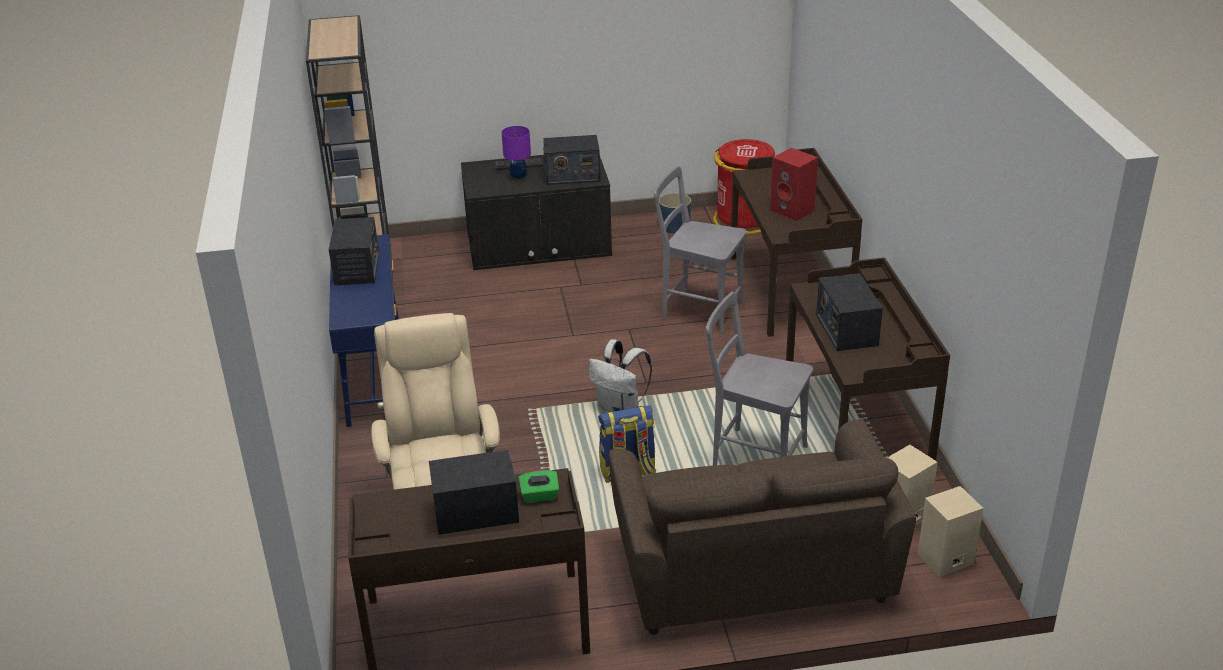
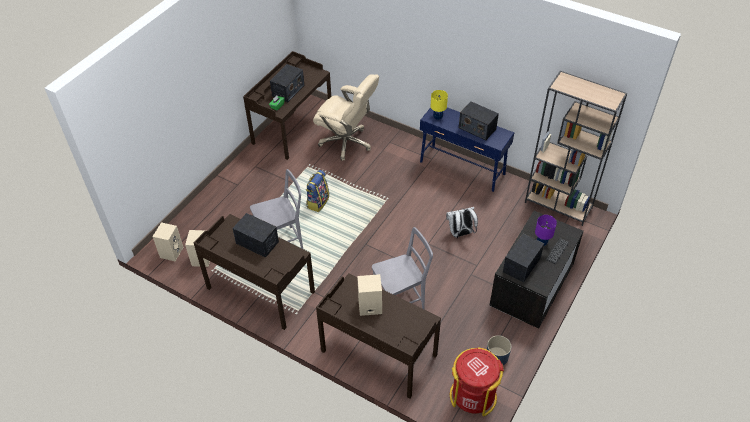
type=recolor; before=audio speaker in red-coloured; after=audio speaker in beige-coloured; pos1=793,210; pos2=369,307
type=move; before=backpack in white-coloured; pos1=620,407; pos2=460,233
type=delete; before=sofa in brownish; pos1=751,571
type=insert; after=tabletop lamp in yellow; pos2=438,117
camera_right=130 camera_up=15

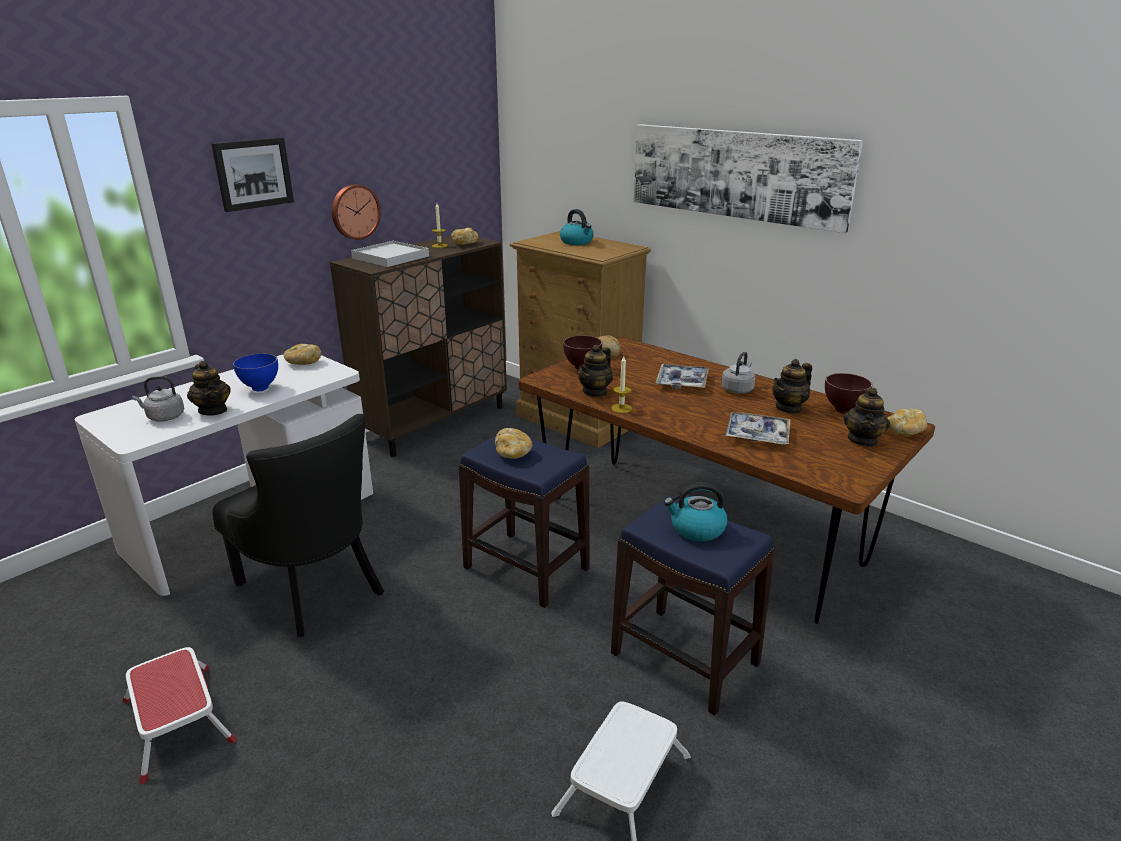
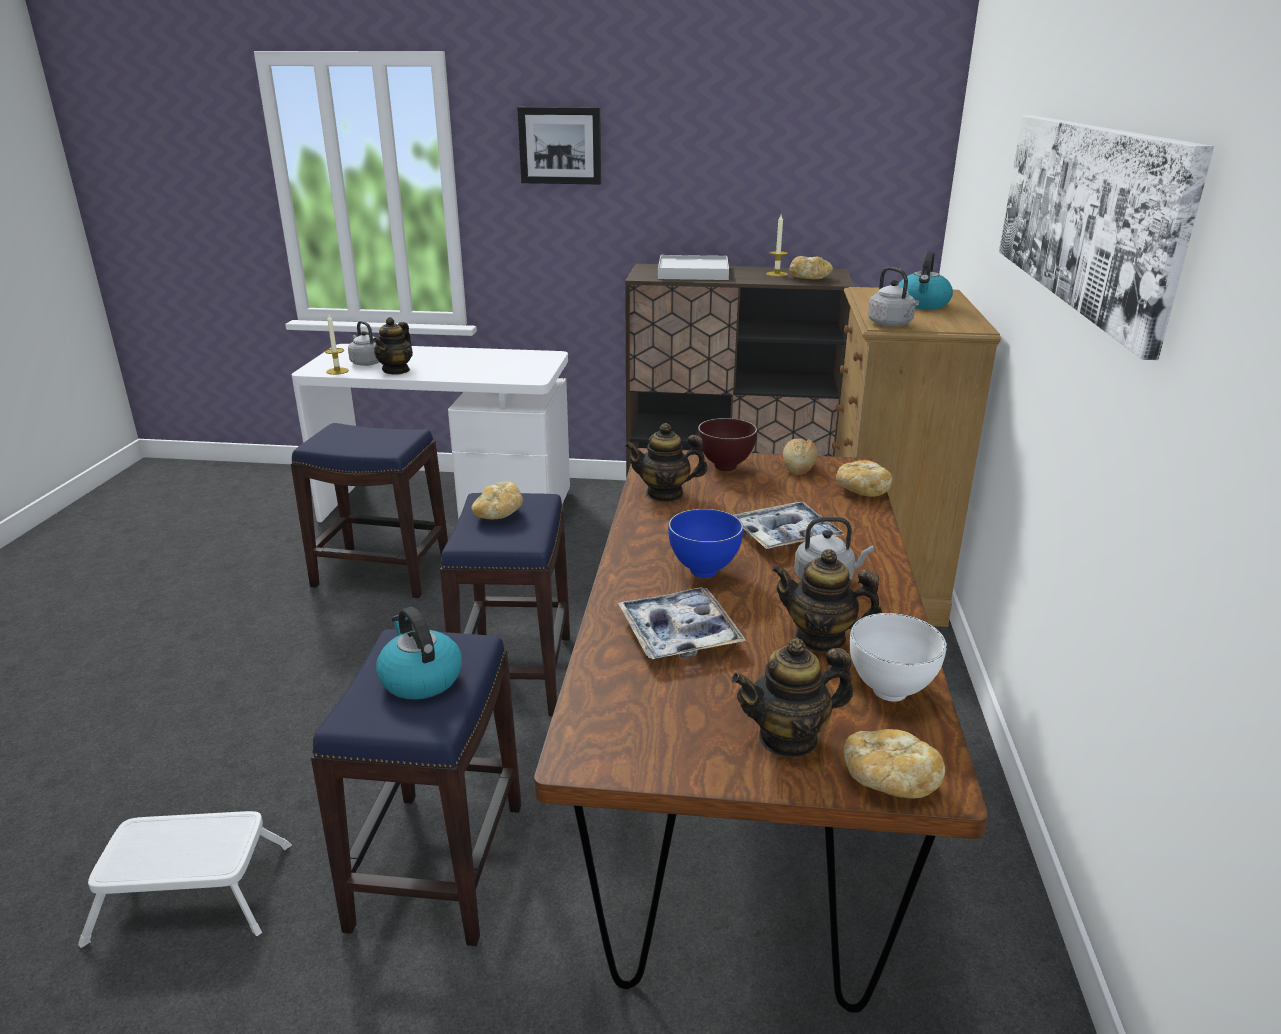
type=delete; before=wall clock; pos1=354,212
type=move; before=bread; pos1=303,363; pos2=861,491
type=move; before=bowl in blue; pos1=260,388; pos2=704,571
type=move; before=wax candle; pos1=621,408; pos2=337,371
type=recolor; before=bowl in brownish; after=bowl in white-coloured; pos1=842,411; pos2=887,692
type=replace; before=plain chair in black-coloured; after=stool; pos1=311,586; pos2=381,573
type=delete; before=step stool in red-coloured; pos1=178,720
type=insert; after=kettle in grey; pos2=891,324
camera_right=55 camera_up=0

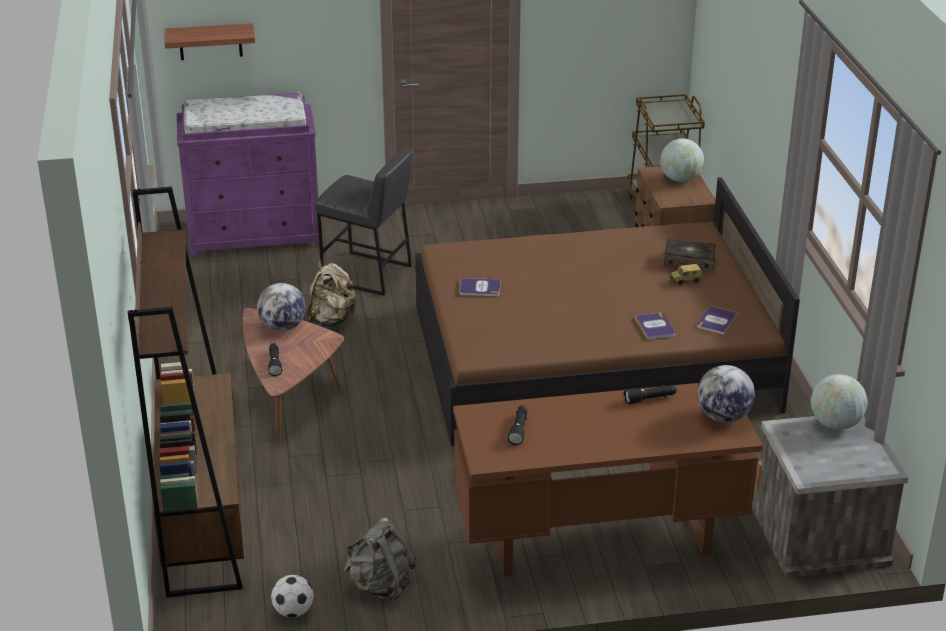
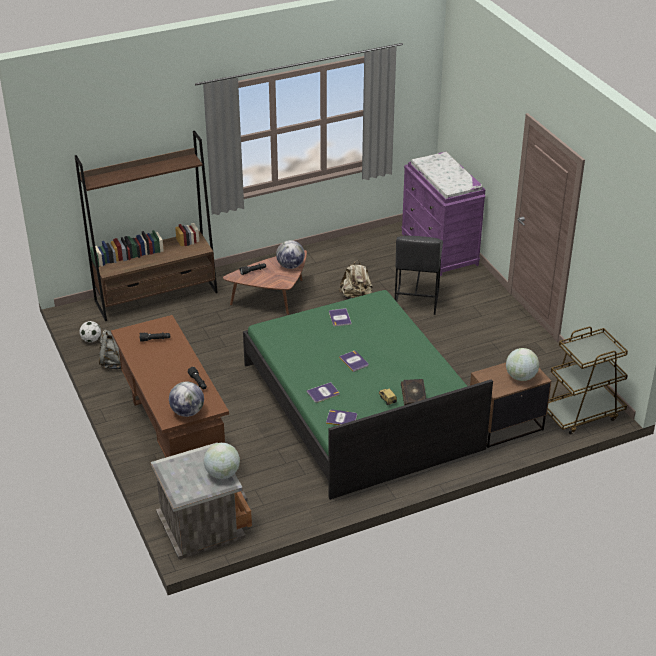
type=delete; before=shelf; pos1=210,41
type=recolor; before=bed in brownish; after=bed in green-coloured; pos1=592,357; pos2=361,405
type=insert; after=bound book; pos2=354,361
camera_right=75 camera_up=5

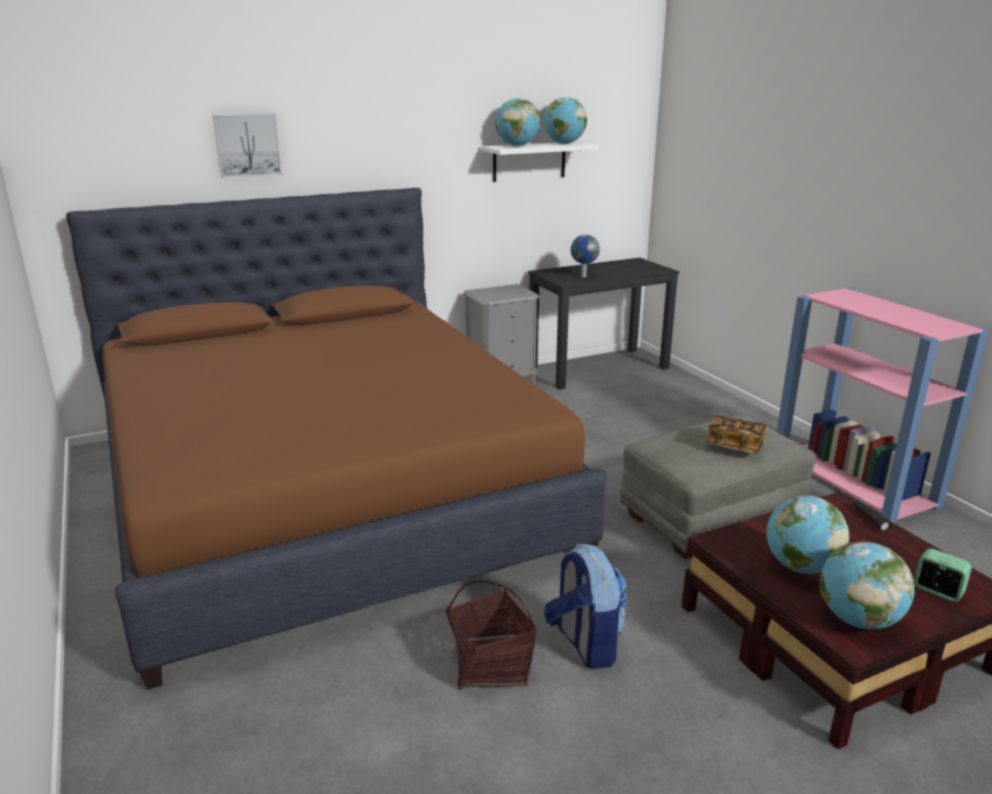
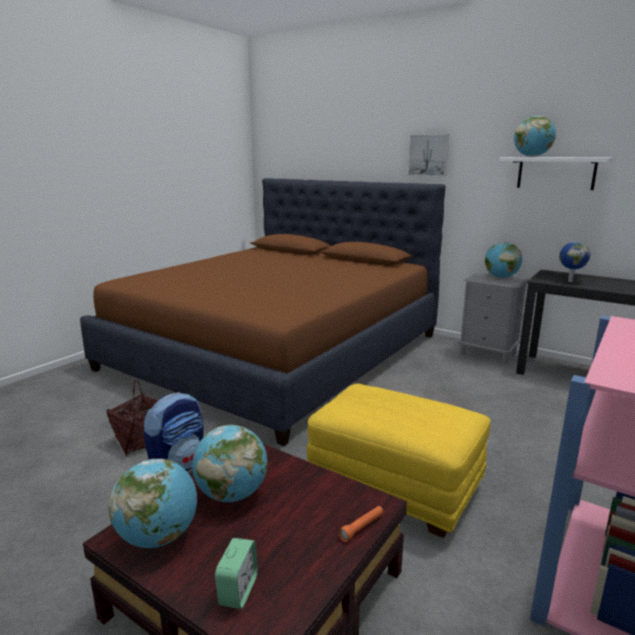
type=move; before=world globe; pos1=564,144; pos2=501,277
type=move; before=wall art; pos1=247,145; pos2=429,155
type=recolor; before=ottoman in grey; after=ottoman in yellow; pos1=710,518; pos2=395,485
type=delete; before=bound book; pos1=734,446
type=recolor; before=hand torch in black-coloured; after=hand torch in orangey; pos1=869,519; pos2=362,527
camera_right=60 camera_up=-5

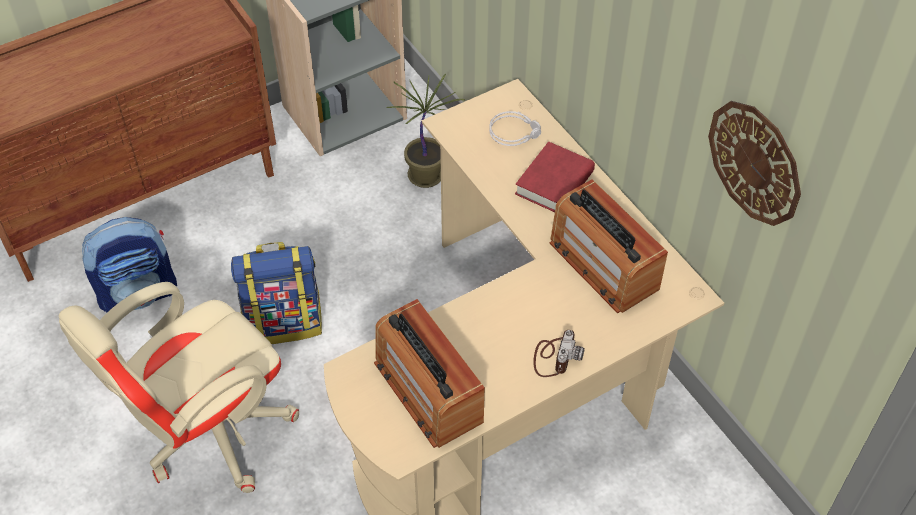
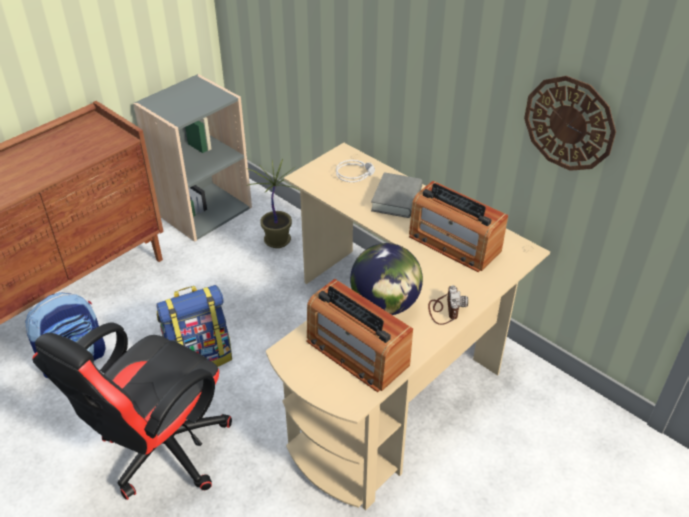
type=recolor; before=bound book in red-coloured; after=bound book in grey; pos1=554,183; pos2=396,199
type=recolor; before=computer chair in beige-coloured; after=computer chair in black-coloured; pos1=206,437; pos2=159,455
type=insert; after=world globe; pos2=385,305
camera_right=-15 camera_up=-10

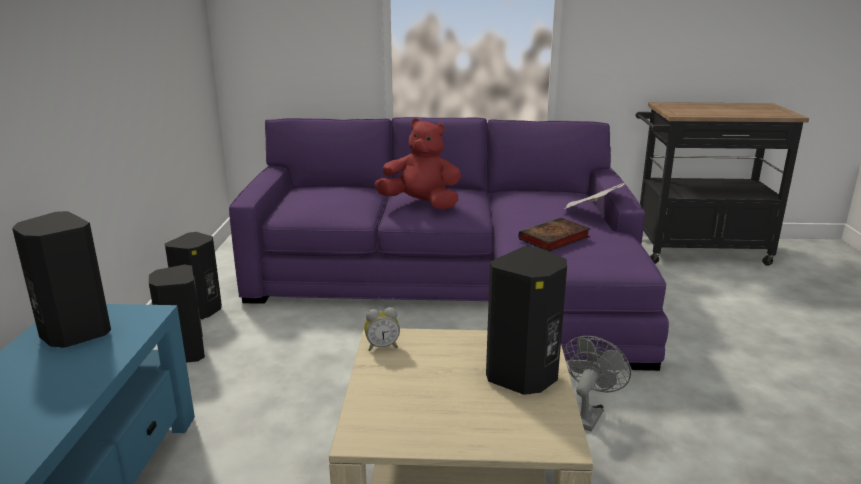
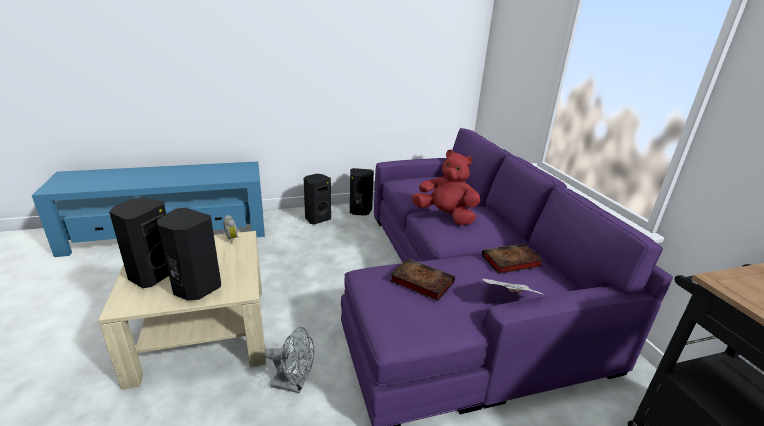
type=rotate; before=plush toy in red-coloured; pos1=421,204; pos2=445,216; turn=-60
type=move; before=audio speaker in black-coloured; pos1=73,334; pos2=152,275
type=insert; after=bound book; pos2=510,261
camera_right=70 camera_up=5

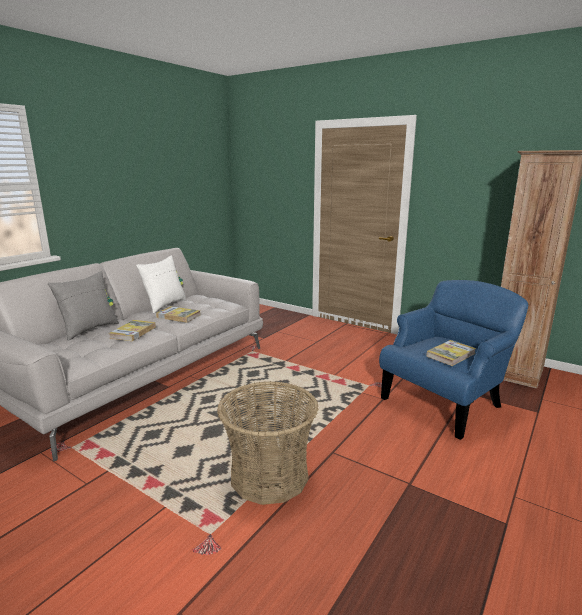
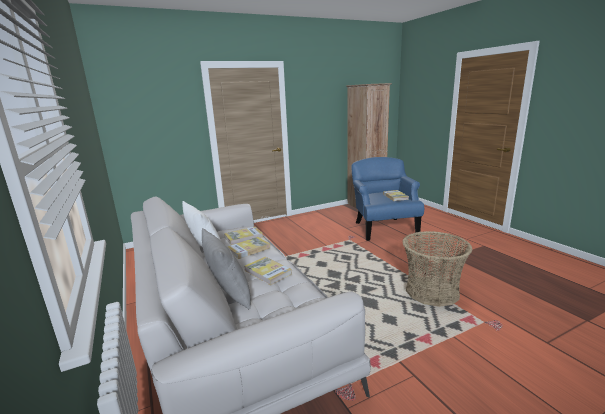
type=insert; after=bound book; pos2=243,237
camera_right=-60 camera_up=0

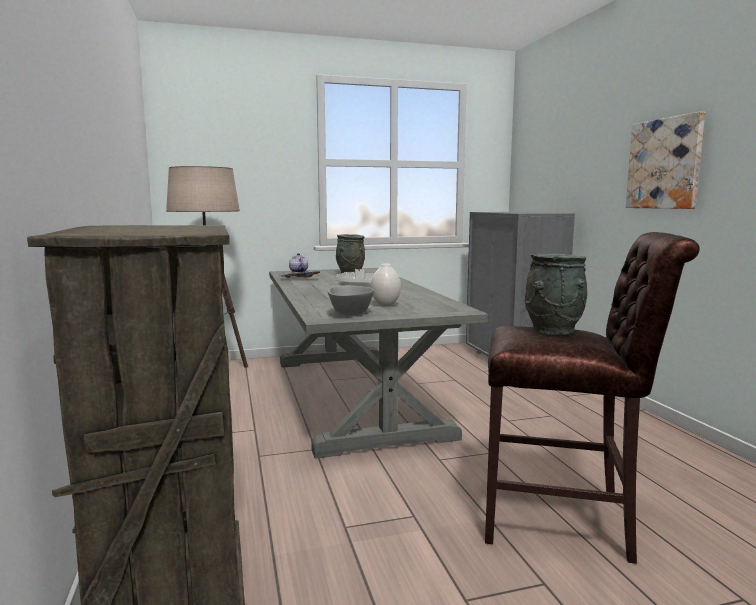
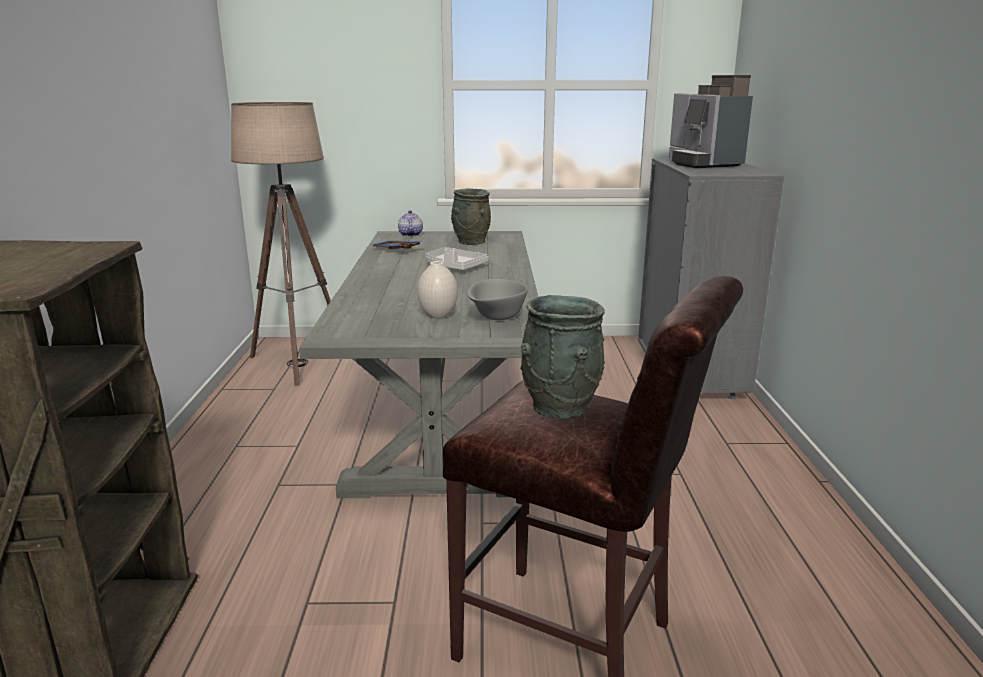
type=delete; before=wall art; pos1=664,164
type=move; before=bowl in grey; pos1=349,314; pos2=495,318
type=insert; after=coffee maker; pos2=702,164
camera_right=15 camera_up=10

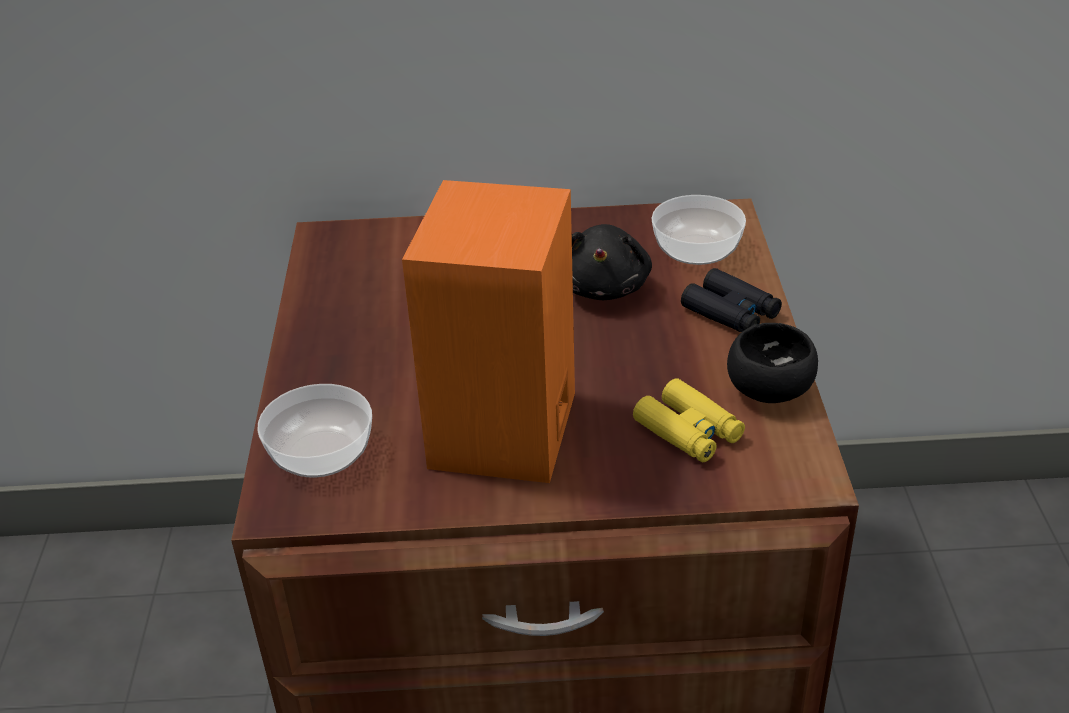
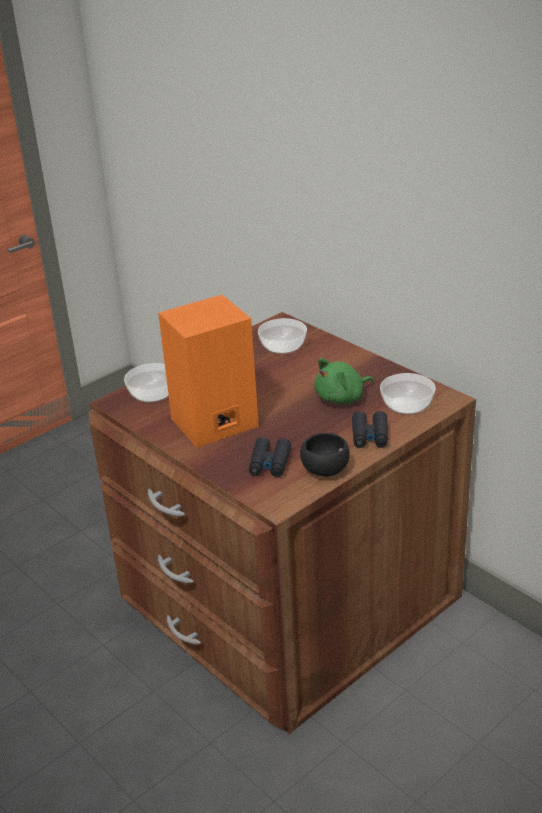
type=recolor; before=plush toy in black-coloured; after=plush toy in green-coloured; pos1=606,287; pos2=342,398
type=recolor; before=pair of binoculars in yellow; after=pair of binoculars in black-coloured; pos1=689,431; pos2=270,463
type=insert; after=bowl; pos2=283,346
camera_right=50 camera_up=-5

